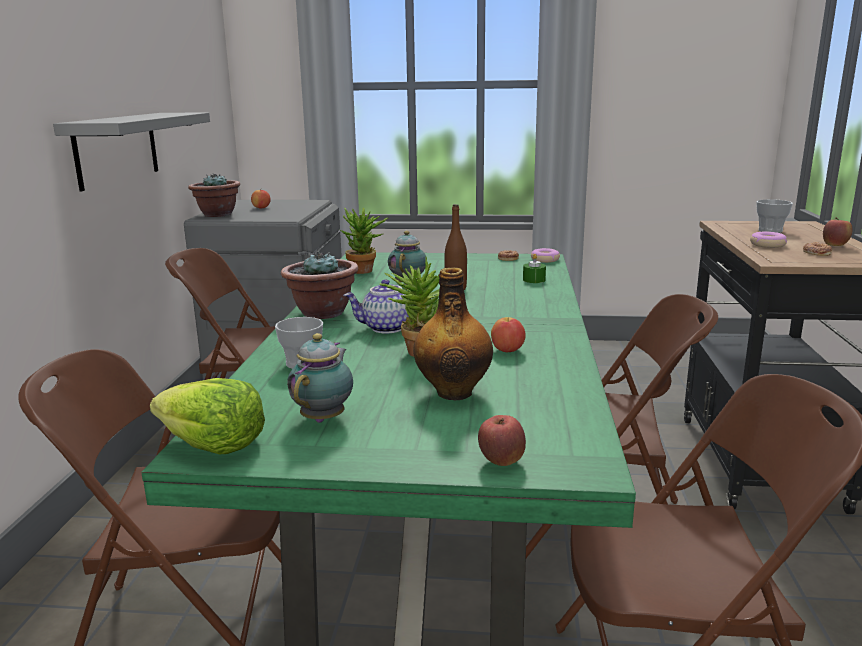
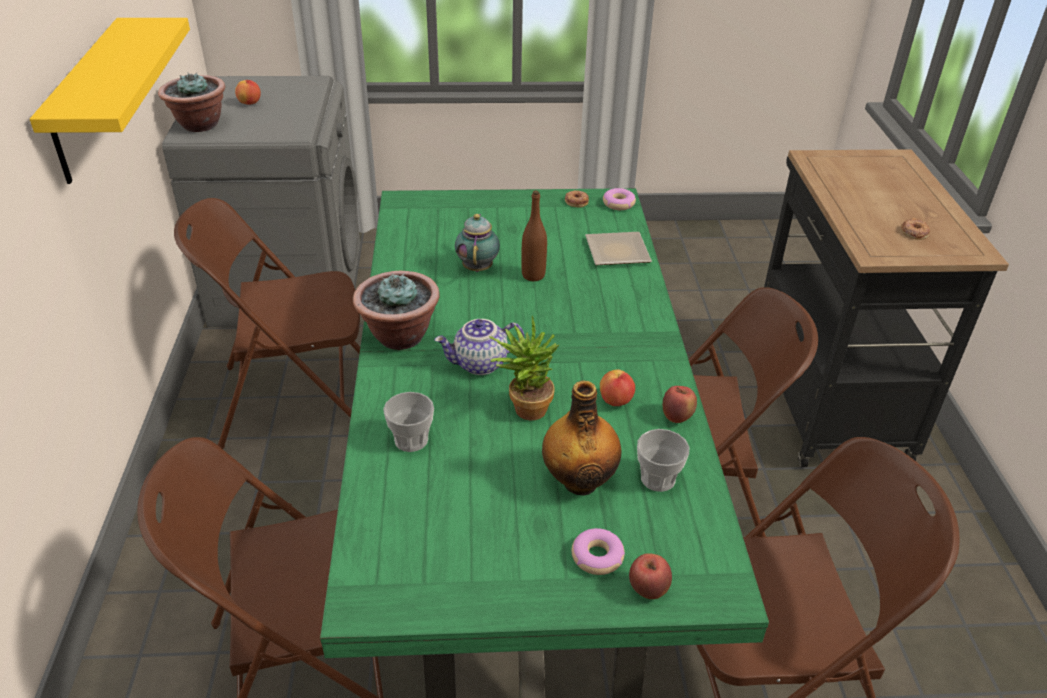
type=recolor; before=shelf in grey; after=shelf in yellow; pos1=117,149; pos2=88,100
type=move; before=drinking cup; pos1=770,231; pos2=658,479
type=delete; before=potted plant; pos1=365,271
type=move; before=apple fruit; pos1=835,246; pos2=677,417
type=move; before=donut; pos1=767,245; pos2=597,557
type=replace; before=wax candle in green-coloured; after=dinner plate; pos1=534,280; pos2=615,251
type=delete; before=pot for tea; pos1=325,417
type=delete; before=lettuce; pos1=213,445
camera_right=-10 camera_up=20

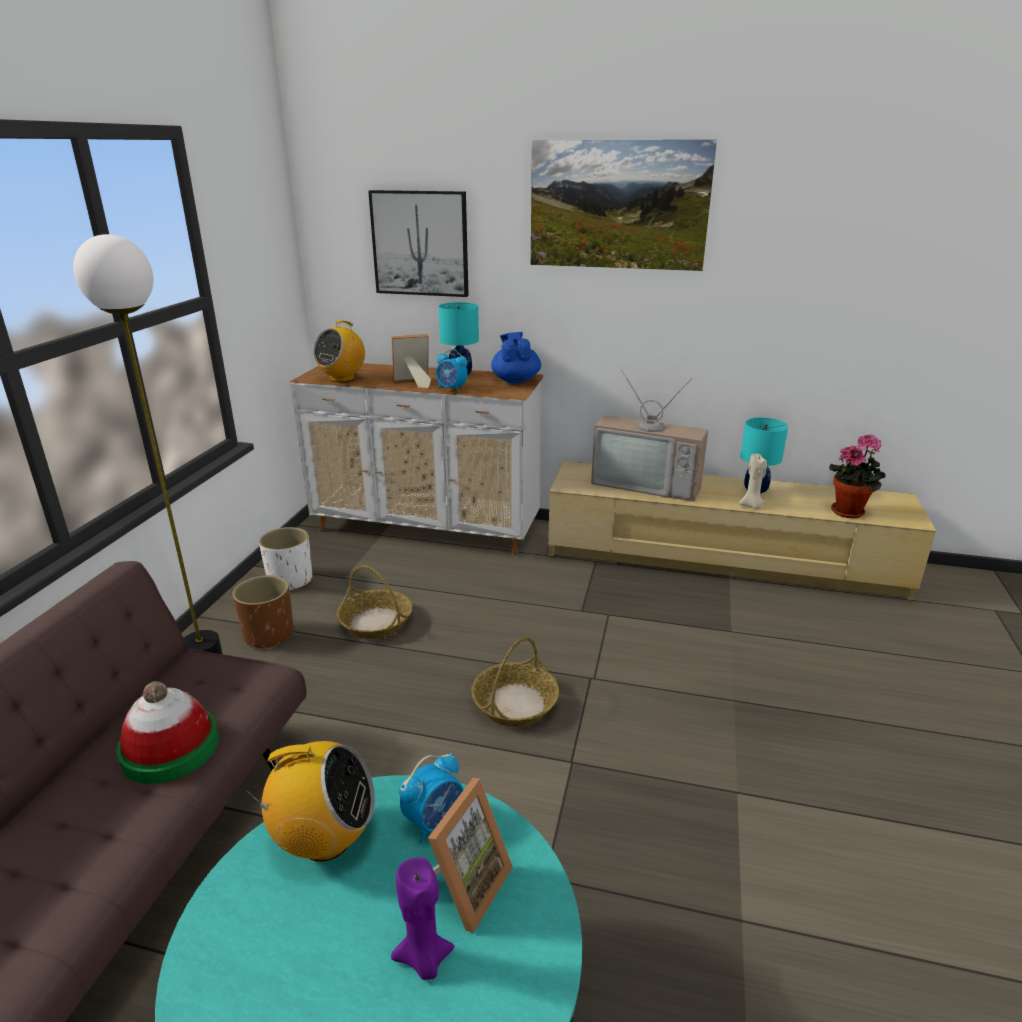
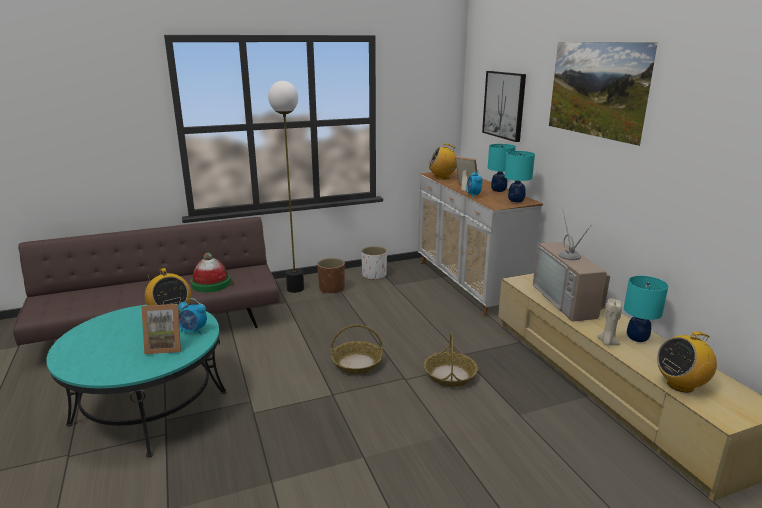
type=replace; before=pot for tea in blue; after=tabletop lamp in turquoise-coloured; pos1=515,380; pos2=516,201
type=replace; before=potted plant; after=radio receiver; pos1=850,511; pos2=680,385
type=move; before=household basket; pos1=375,622; pos2=449,375
type=delete; before=wax candle in purplish; pos1=424,959
camera_right=55 camera_up=-5

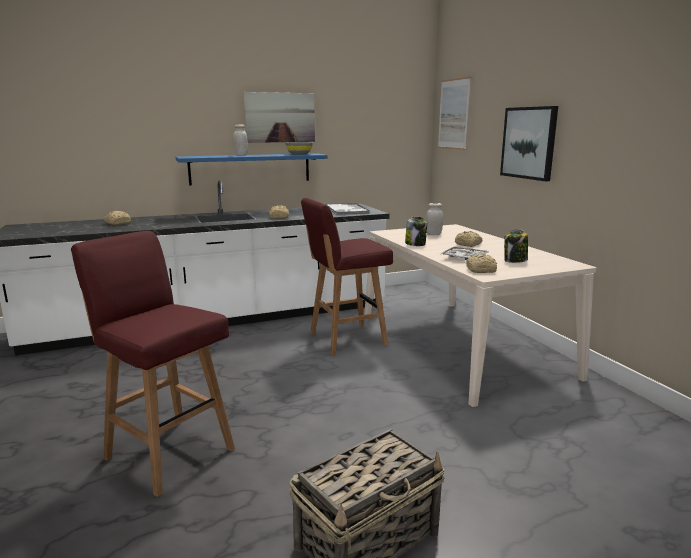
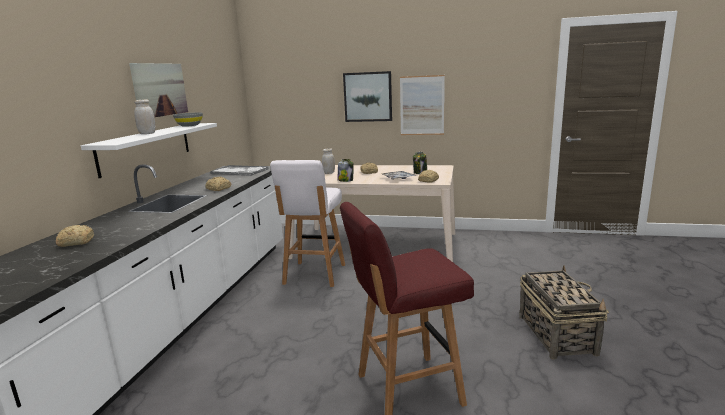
type=move; before=wall art; pos1=453,114; pos2=422,105
type=recolor; before=shelf in blue; after=shelf in white-coloured; pos1=250,168; pos2=146,148
type=recolor; before=stool in red-coloured; after=stool in white-coloured; pos1=345,339; pos2=314,275
camera_right=-55 camera_up=0

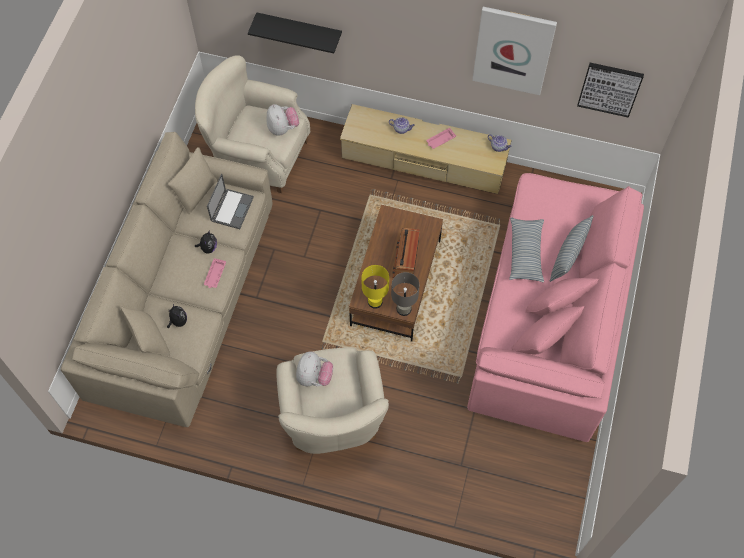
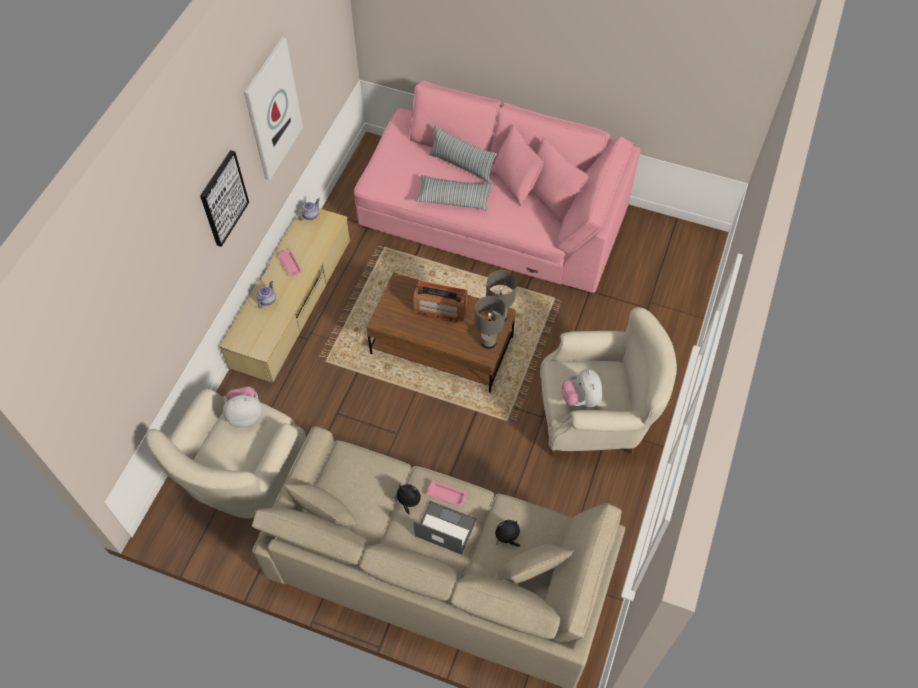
type=delete; before=shelf in black-coloured; pos1=299,30
type=move; before=wall art; pos1=609,88; pos2=223,198
type=move; before=notebook computer; pos1=232,208; pos2=444,527
type=recolor; before=tabletop lamp in yellow; after=tabletop lamp in grey; pos1=375,301; pos2=488,341
type=rotate; before=plush toy; pos1=314,377; pos2=581,399; turn=-120
camera_right=-85 camera_up=-5

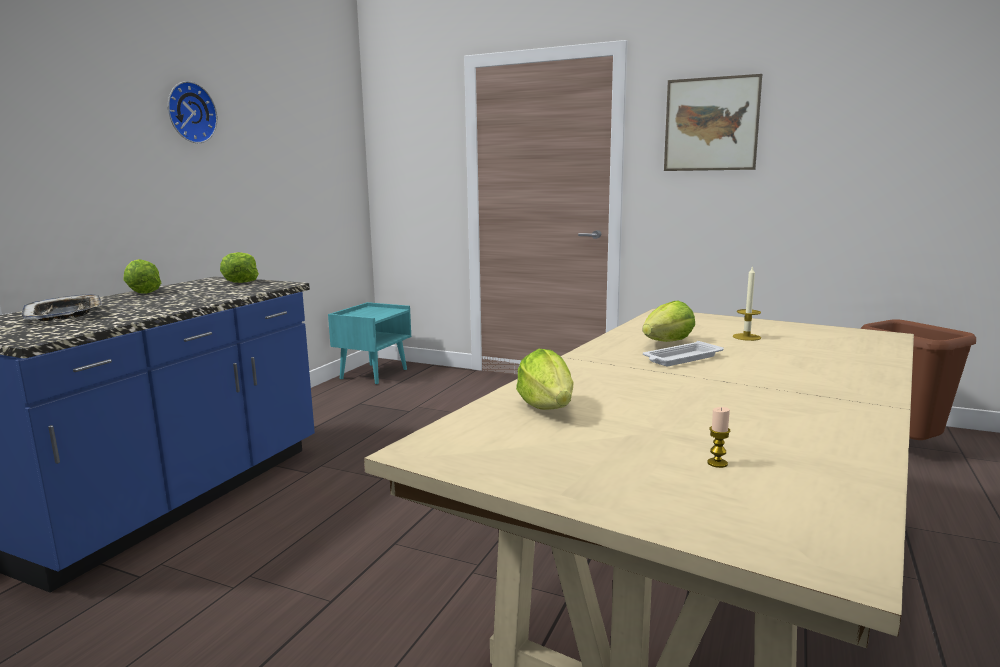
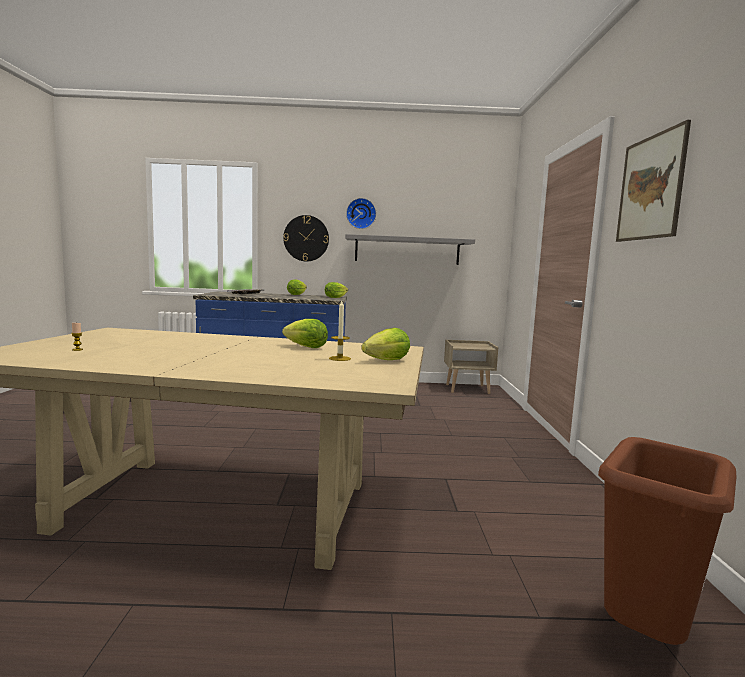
type=recolor; before=night table in turquoise-coloured; after=night table in beige-coloured; pos1=373,373; pos2=468,389
type=delete; before=serving tray in white-coloured; pos1=681,359
type=move; before=lettuce; pos1=547,407; pos2=387,361
type=insert; after=wall clock; pos2=306,238
type=insert; after=shelf in grey; pos2=407,250
camera_right=65 camera_up=-5

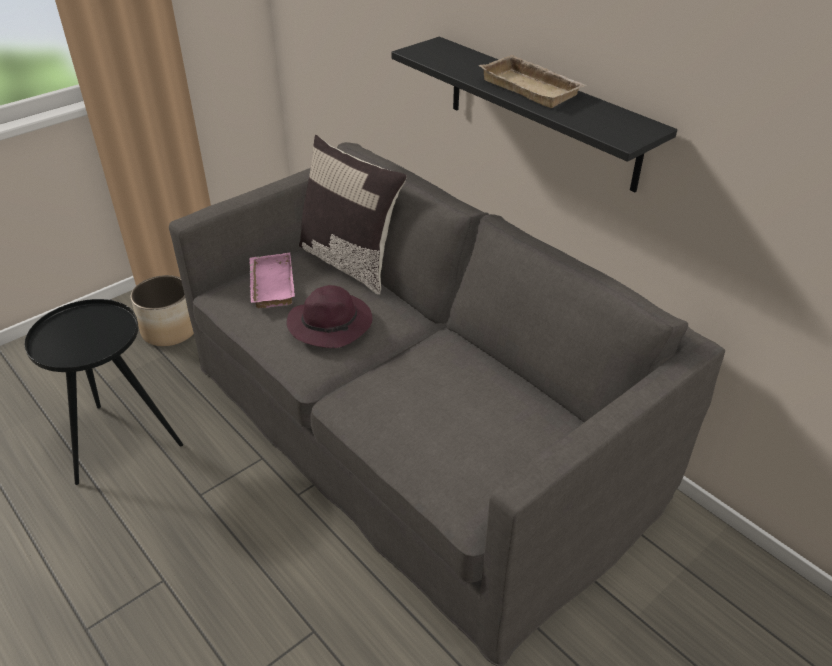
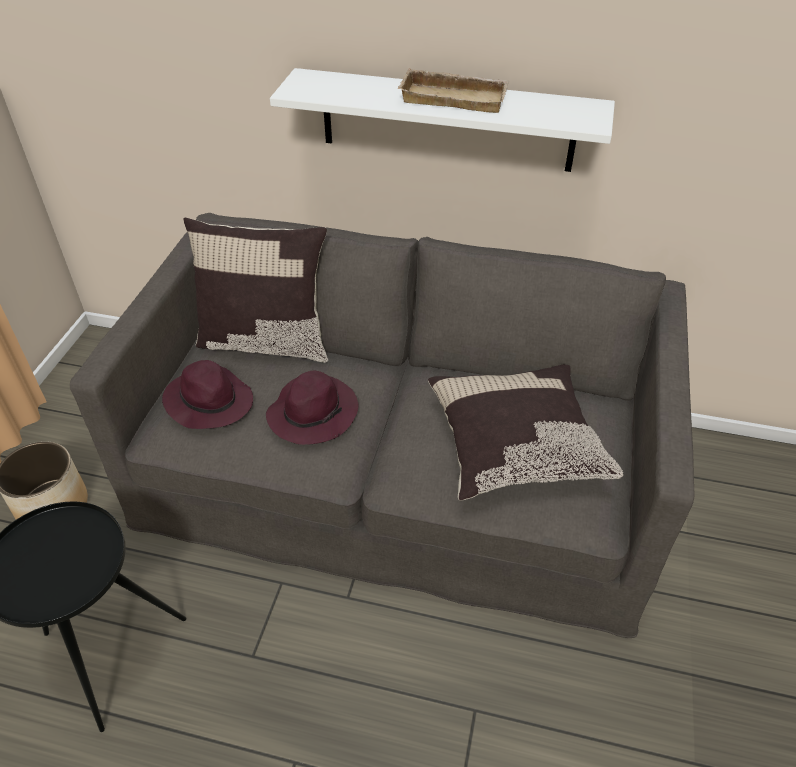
type=recolor; before=shelf in black-coloured; after=shelf in white-coloured; pos1=541,112; pos2=447,120
type=replace; before=serving tray in pink; after=clothing hat in purplish; pos1=270,285; pos2=208,402
type=insert; after=cushion; pos2=516,445
camera_right=-35 camera_up=5

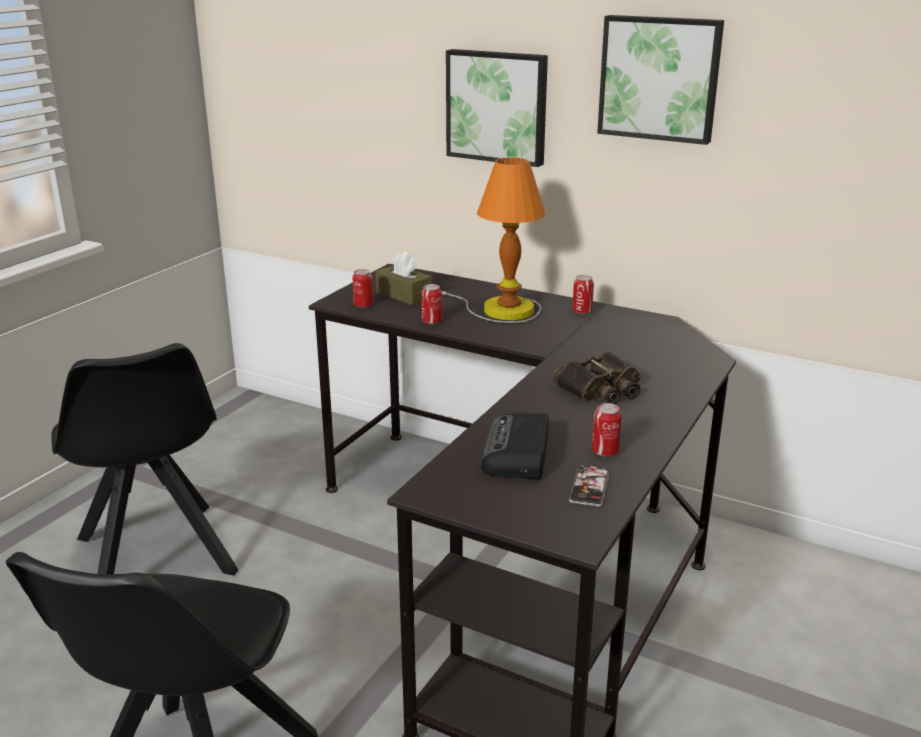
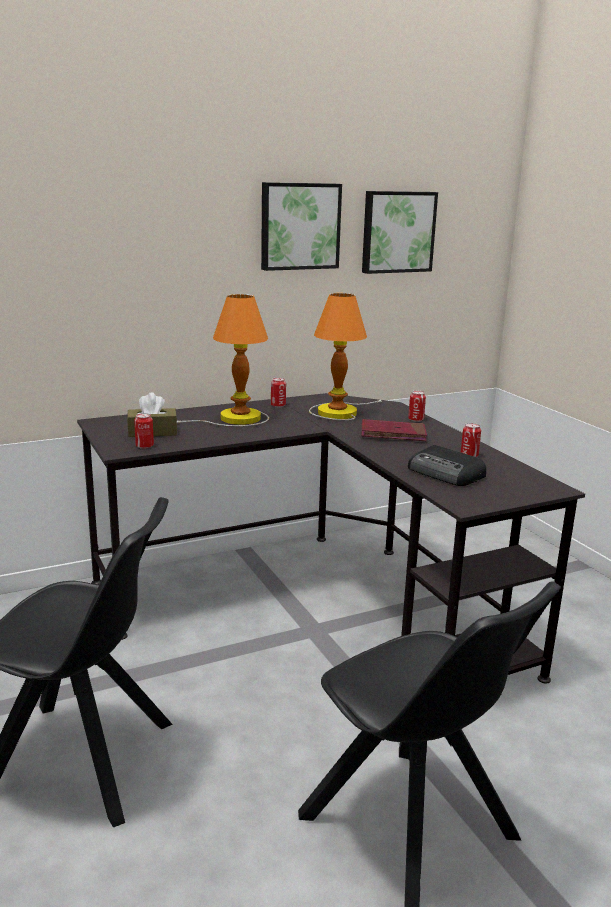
type=move; before=wall art; pos1=497,106; pos2=397,232
type=move; before=can; pos1=432,321; pos2=416,420
type=replace; before=pair of binoculars; after=bound book in red-coloured; pos1=602,389; pos2=393,434
type=delete; before=phone; pos1=589,488
type=insert; after=tabletop lamp; pos2=338,412
camera_right=-55 camera_up=-5

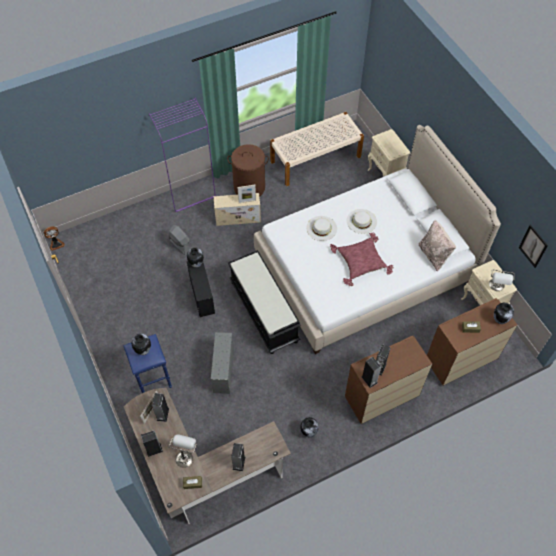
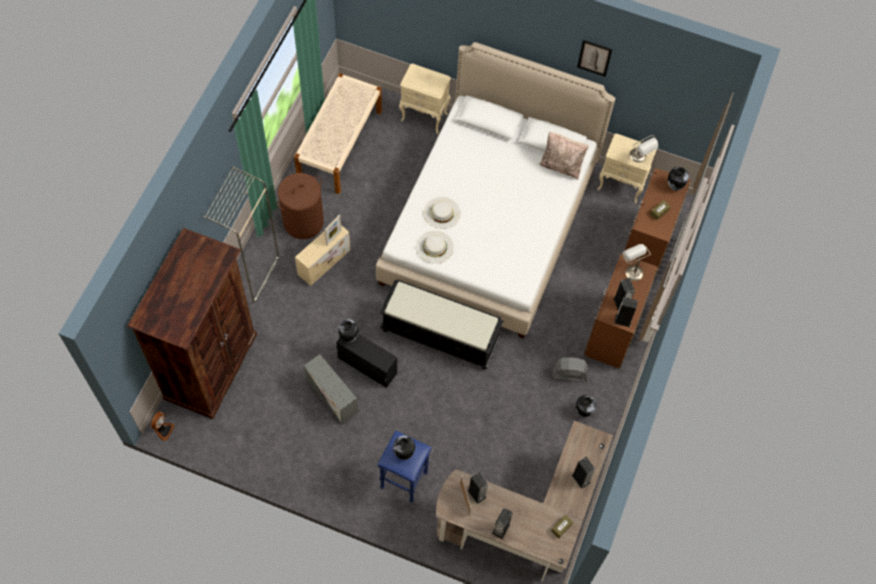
type=recolor; before=clothes rack in purplish; after=clothes rack in grey; pos1=191,195; pos2=252,273
type=move; before=clothing hat in white-coloured; pos1=361,221; pos2=435,247
type=move; before=electric fan in grey; pos1=180,245; pos2=569,375
type=move; before=wall art; pos1=533,246; pos2=594,58
type=delete; before=cushion in red-coloured; pos1=360,260
type=move; before=storage box in grey; pos1=223,370; pos2=332,397
type=move; before=tabletop lamp in white-coloured; pos1=185,455; pos2=631,270
type=insert; after=armoire in brownish; pos2=211,366
camera_right=-45 camera_up=5

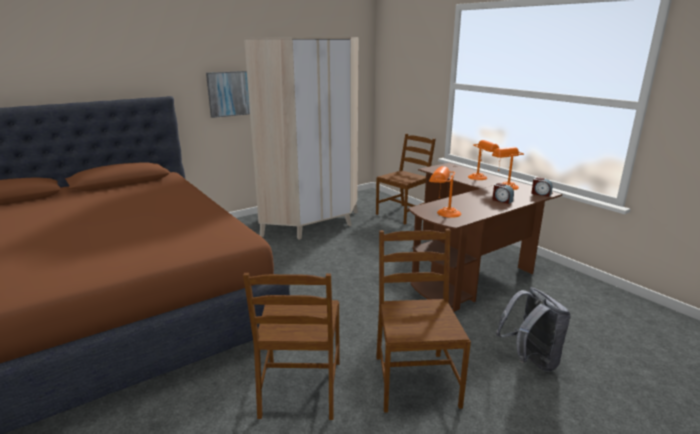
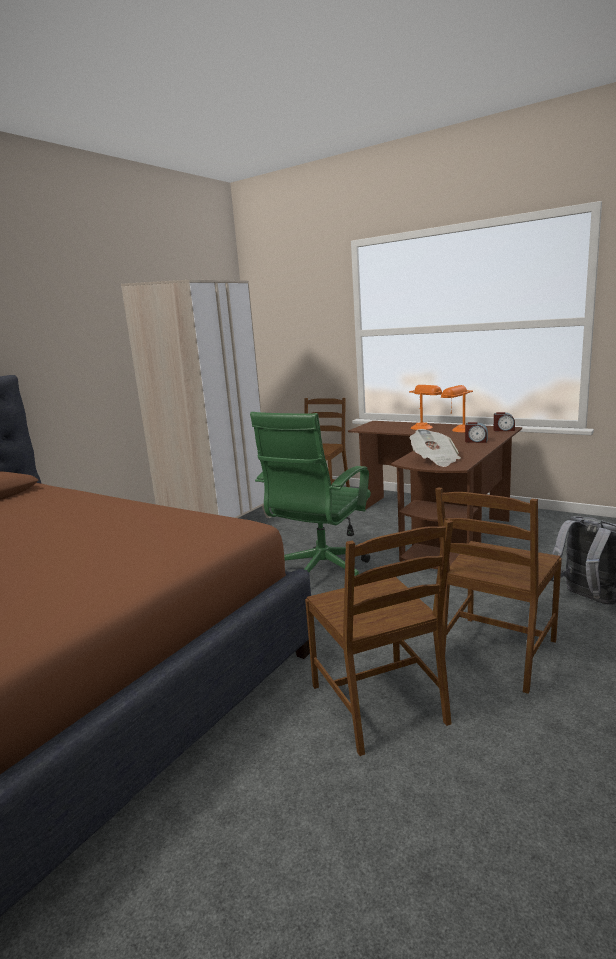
type=delete; before=wall art; pos1=234,93
type=replace; before=tabletop lamp in orangey; after=daily paper; pos1=443,212; pos2=435,460
type=rotate; before=plain chair in brownish; pos1=414,380; pos2=497,653; turn=-120
type=insert; after=computer chair in green-coloured; pos2=321,575
camera_right=-20 camera_up=-5

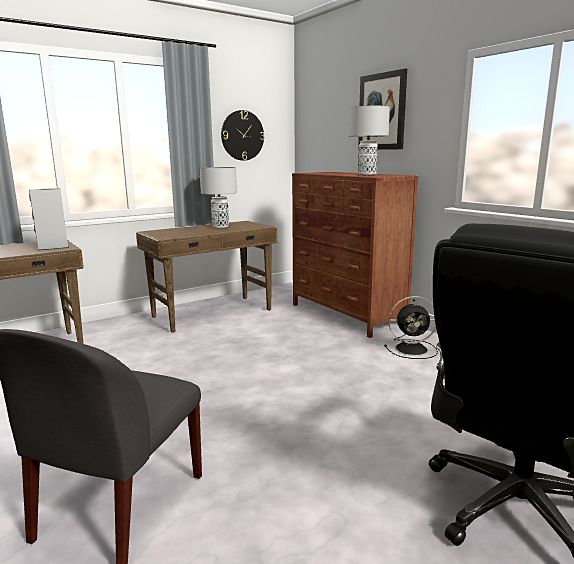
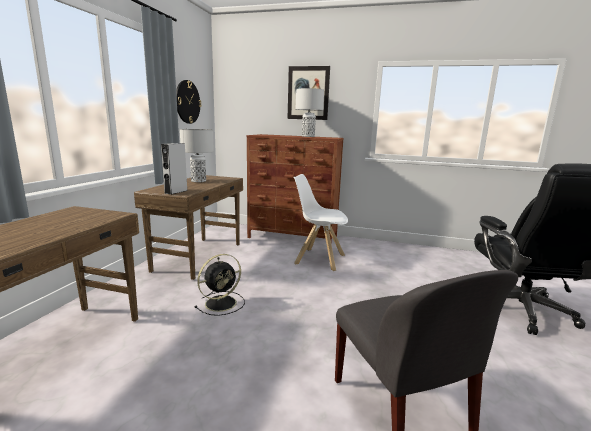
type=move; before=audio speaker in grey; pos1=53,248; pos2=176,192
type=move; before=electric fan in black-coloured; pos1=413,349; pos2=222,303
type=insert; after=plain chair in white-coloured; pos2=318,259
camera_right=-40 camera_up=0

